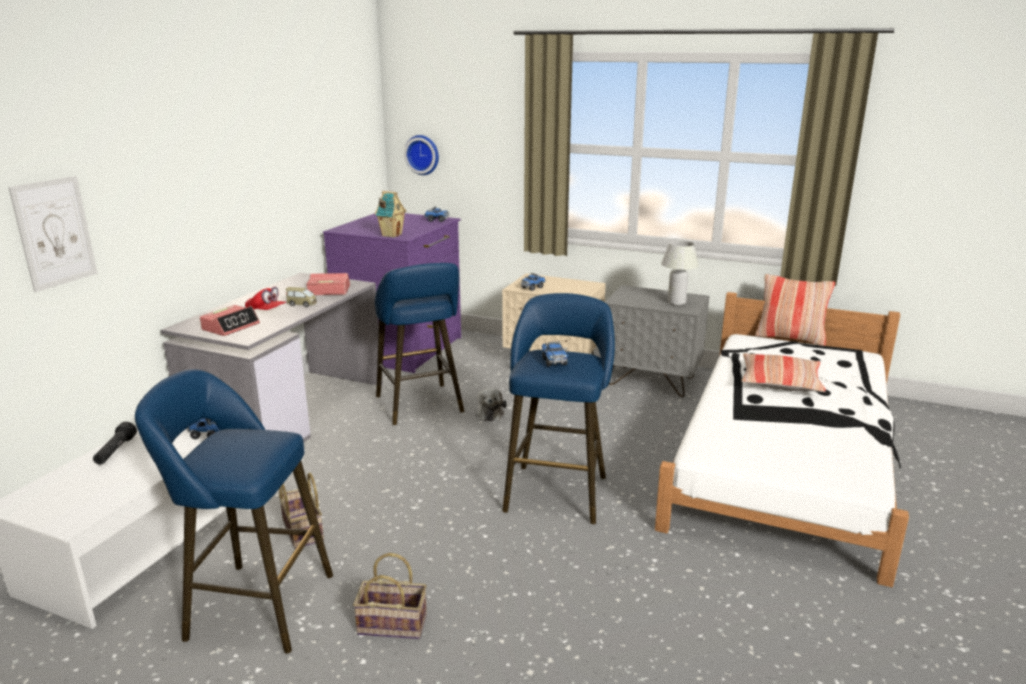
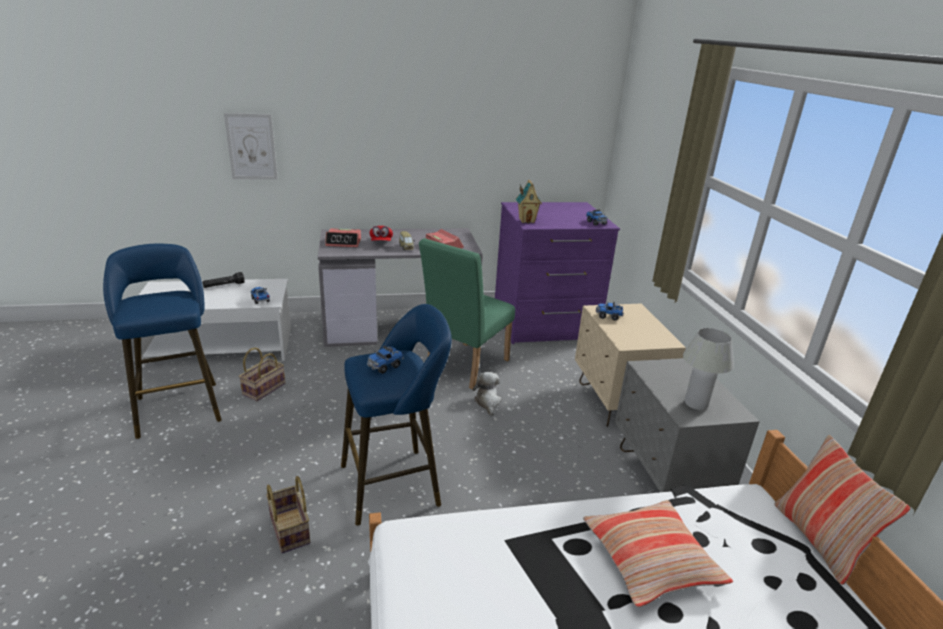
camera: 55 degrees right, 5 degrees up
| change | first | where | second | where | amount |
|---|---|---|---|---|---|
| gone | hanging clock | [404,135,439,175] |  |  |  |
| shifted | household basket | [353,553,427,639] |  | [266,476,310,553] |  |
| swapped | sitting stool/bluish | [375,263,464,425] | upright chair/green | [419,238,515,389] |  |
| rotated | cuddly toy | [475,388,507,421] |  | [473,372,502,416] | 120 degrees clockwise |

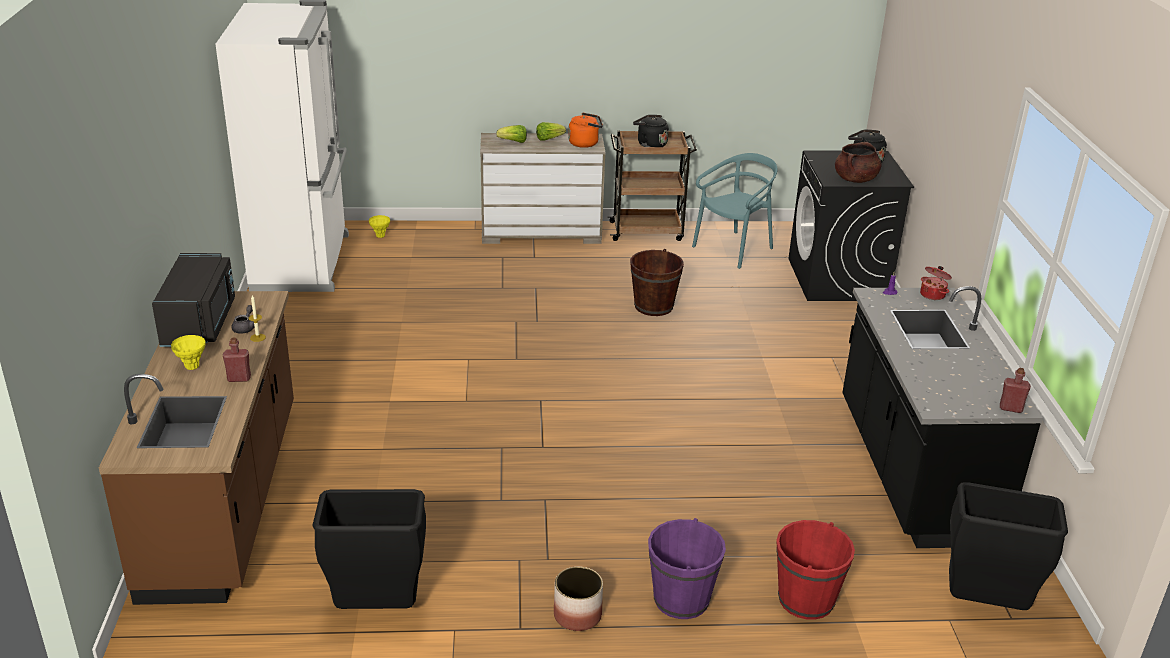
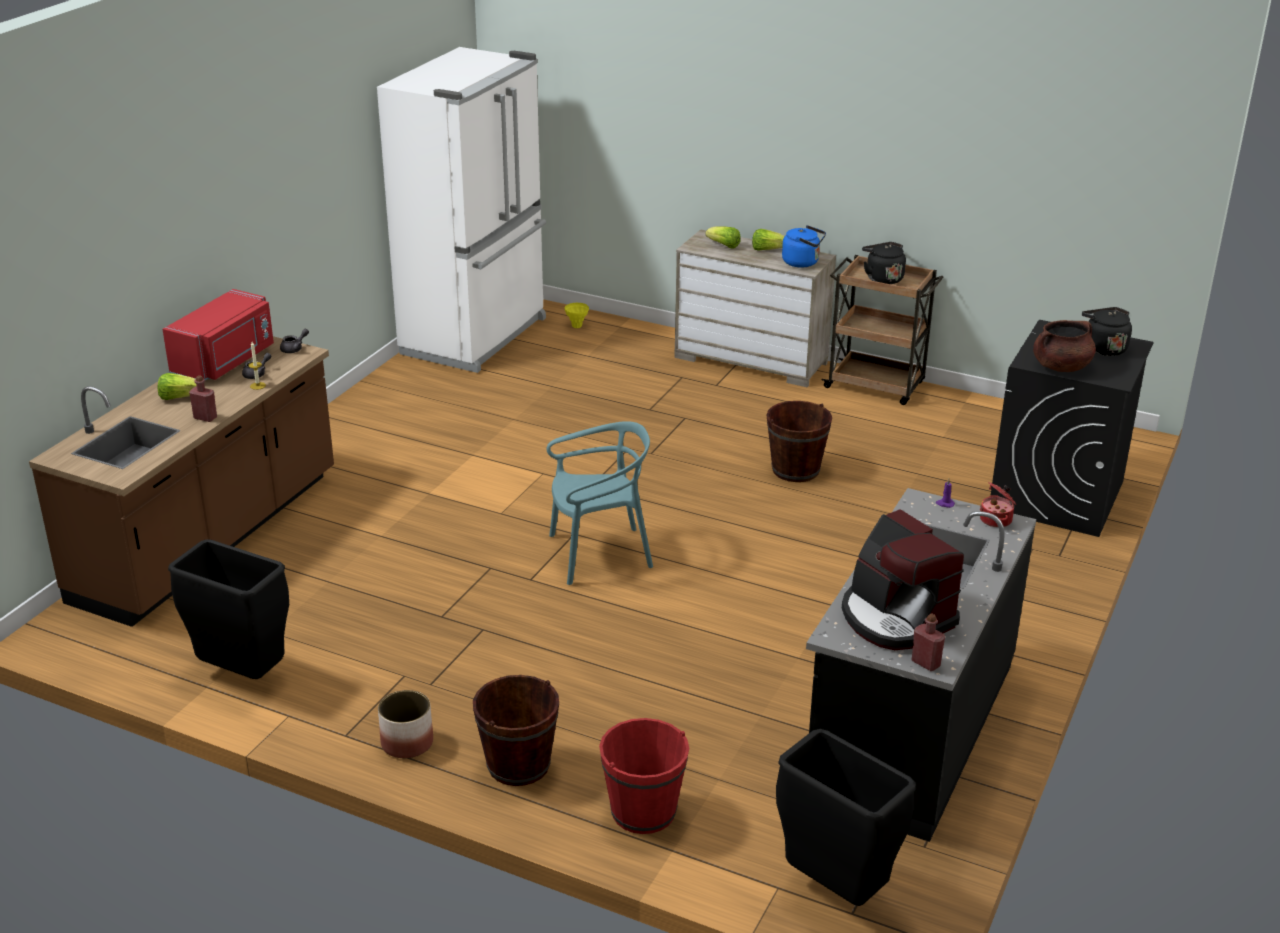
camera: 30 degrees right, 0 degrees up
| change | first | where | second | where | amount |
|---|---|---|---|---|---|
| new |  |  | tea pot/greyish | [280,329,309,353] |  |
| new |  |  | coffee machine | [842,509,964,650] |  |
| shifted | upright chair/turquoise | [692,153,778,269] |  | [547,421,653,585] |  |
| swapped | flower vase/yellowish | [171,335,206,370] | lettuce head | [158,373,197,400] |  |
| repainted | microwave/blackish | [152,253,235,347] | microwave/red-coloured | [162,289,274,380] |  |
| repainted | water kettle/orange | [568,113,603,148] | water kettle/bluish | [782,225,826,267] |  |
| repainted | water bucket/purple-coloured | [648,518,726,619] | water bucket/brown-coloured | [473,675,559,786] |  |

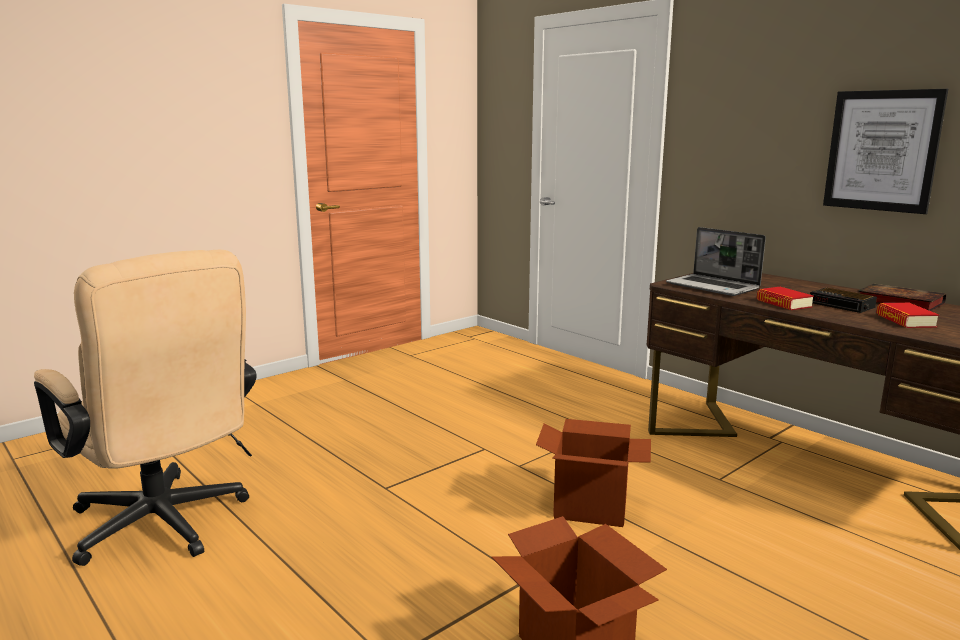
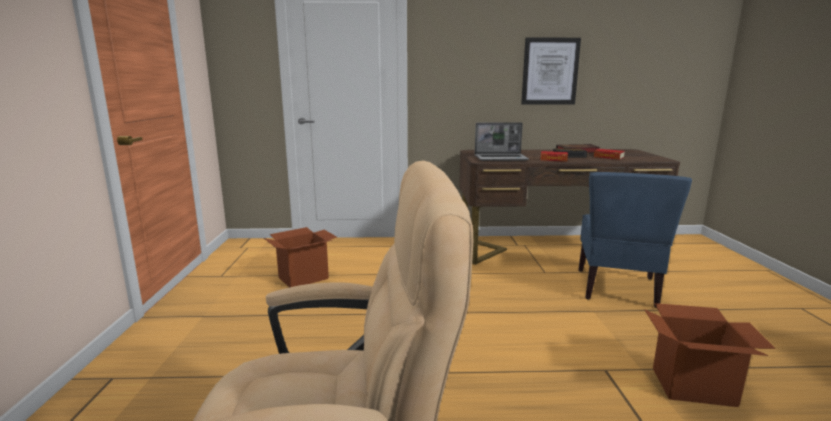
camera: 50 degrees left, 0 degrees up
| change | first | where | second | where | amount |
|---|---|---|---|---|---|
| new |  |  | upright chair/bluish | [578,172,692,308] |  |
| shifted | carton | [536,419,651,527] |  | [264,227,337,288] |  |

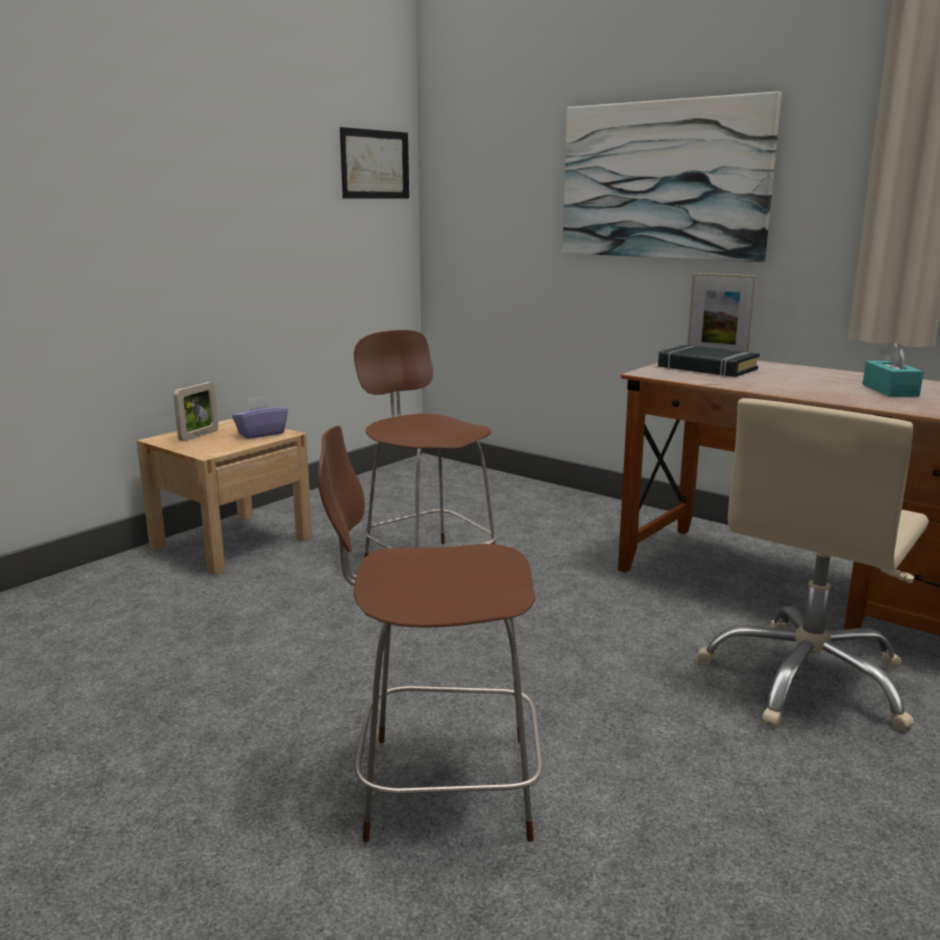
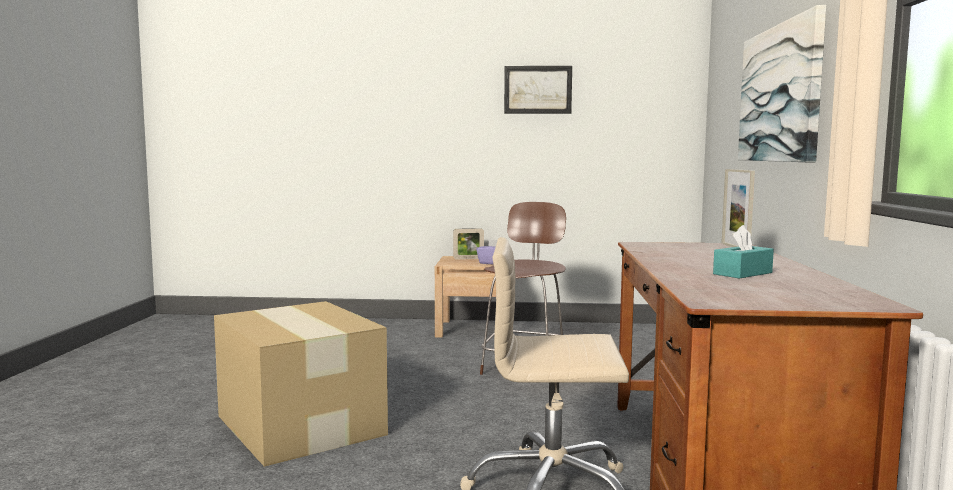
camera: 55 degrees right, 10 degrees down
| change | first | where | second | where | amount |
|---|---|---|---|---|---|
| gone | volume/blackish | [658,345,760,377] |  |  |  |
| shifted | wall picture | [340,127,409,199] |  | [504,66,572,114] |  |
| swapped | upright chair/brown-coloured | [318,426,543,842] | carton | [214,301,388,467] |  |

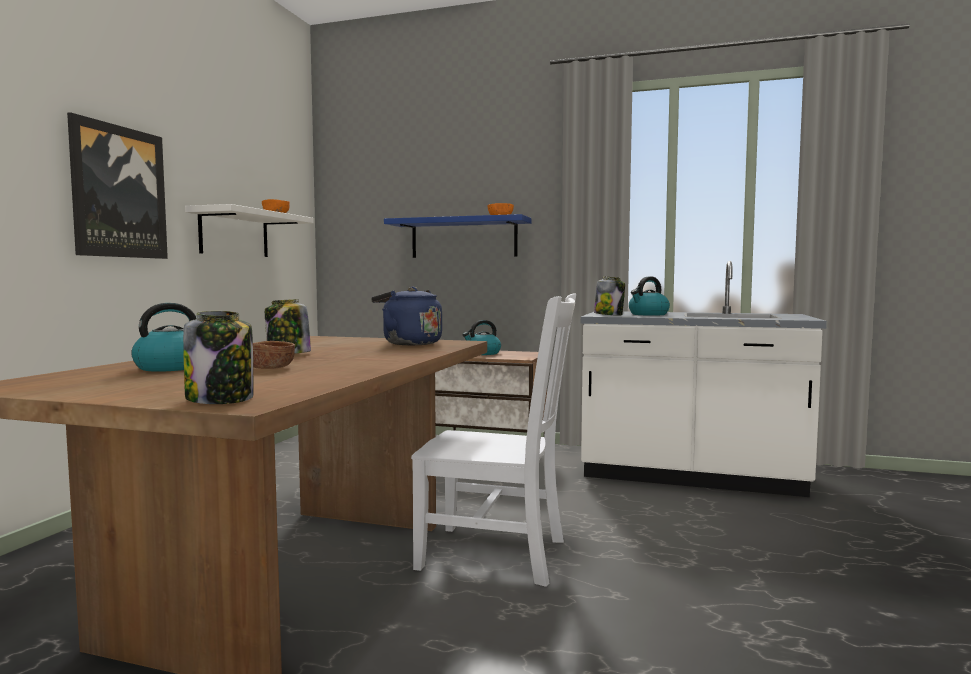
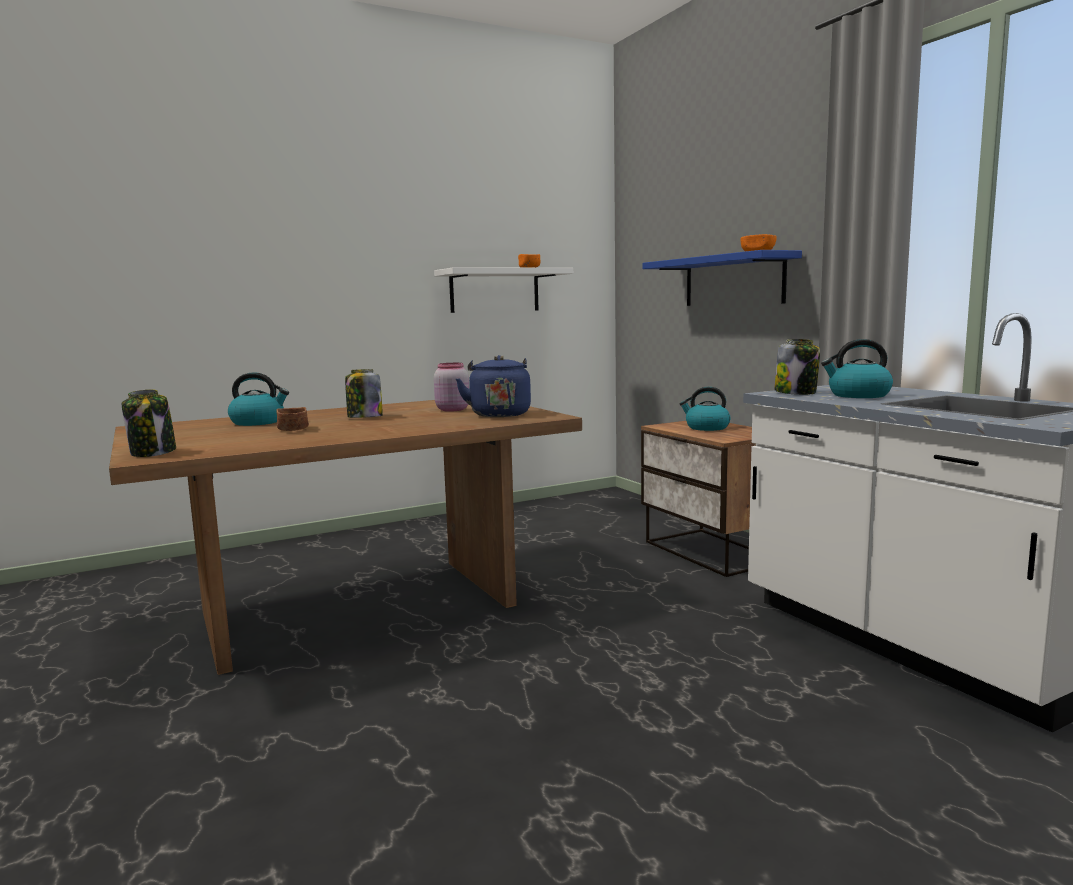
camera: 45 degrees right, 5 degrees up
| change | first | where | second | where | amount |
|---|---|---|---|---|---|
| gone | wall picture | [67,112,168,259] |  |  |  |
| gone | upright chair/white-coloured | [411,293,576,587] |  |  |  |
| new |  |  | preserve jar/pink | [434,363,469,412] |  |

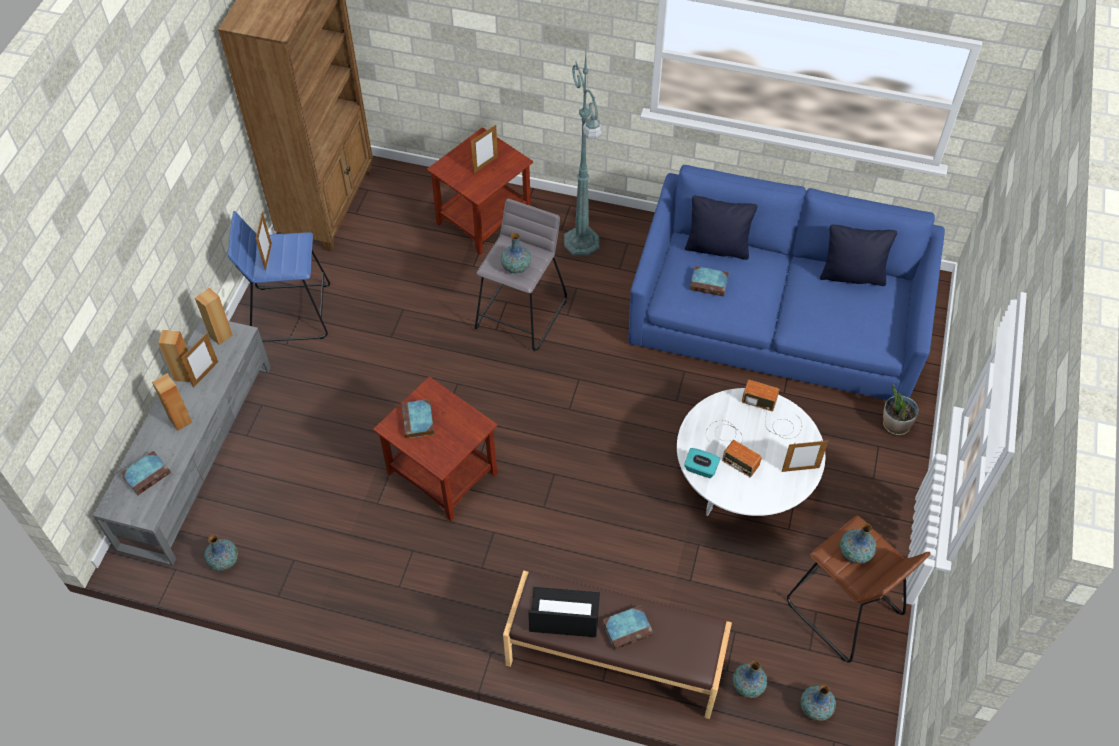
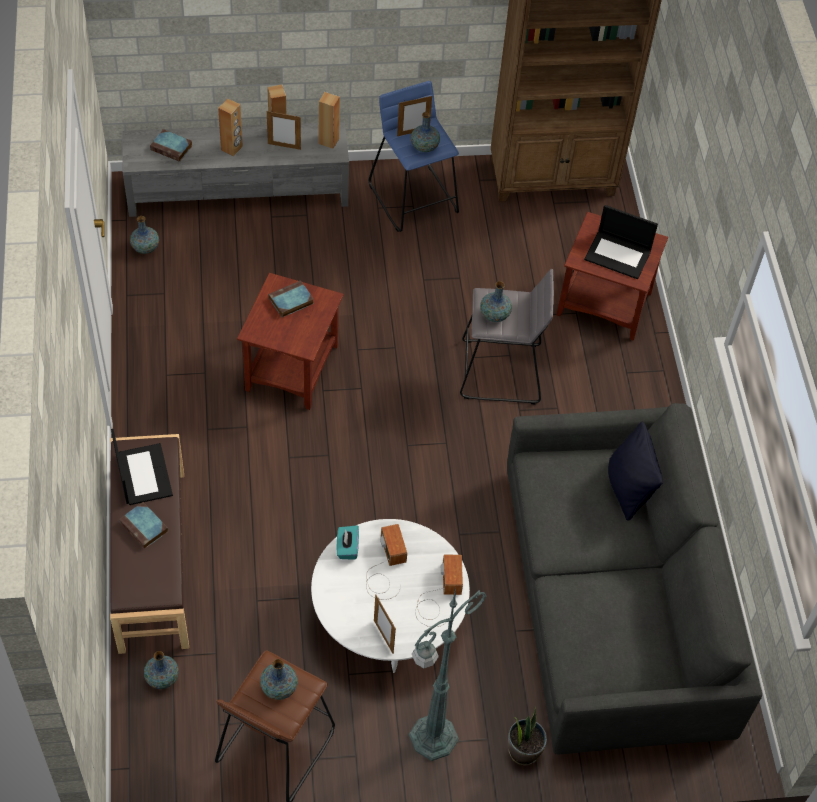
camera: 65 degrees right, 0 degrees up
| change | first | where | second | where | amount |
|---|---|---|---|---|---|
| gone | volume | [689,266,729,296] |  |  |  |
| gone | pillow/blackish | [820,225,897,286] |  |  |  |
| shifted | standard lamp/green | [564,53,602,256] |  | [409,588,486,761] |  |
| shifted | flower vase | [801,685,836,721] |  | [411,112,440,152] |  |
| swapped | photo frame | [471,125,498,174] | notebook computer | [584,205,658,279] |  |
| repainted | sofa/bluish | [628,165,945,400] | sofa/greyish | [507,403,762,754] |  |
| rotated | radio set | [706,420,762,477] |  | [366,524,407,600] | 150 degrees clockwise |

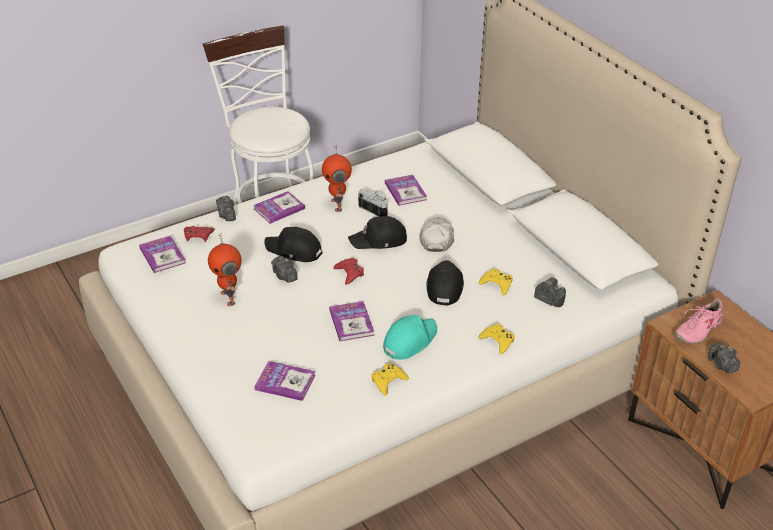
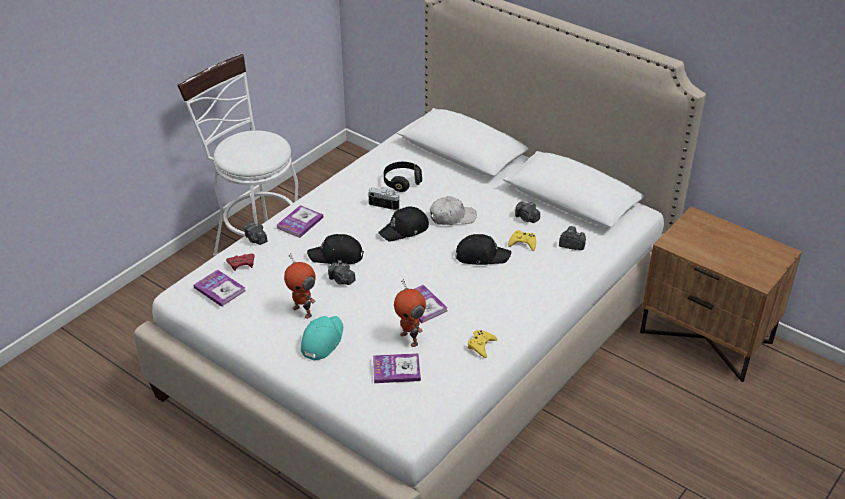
camera: 20 degrees left, 0 degrees up
| change | first | where | second | where | amount |
|---|---|---|---|---|---|
| gone | gamepad/red-coloured | [333,258,364,285] |  |  |  |
| gone | gamepad/yellowish | [478,324,515,354] |  |  |  |
| gone | item of footwear/pink | [674,298,728,344] |  |  |  |
| shifted | toy robot | [322,145,352,212] |  | [394,279,426,347] |  |
| shifted | peaked cap/turquoise | [383,315,437,360] |  | [301,316,343,361] |  |
| shifted | still camera | [708,342,740,373] |  | [515,201,540,223] |  |
| swapped | volume | [385,175,427,206] | headset/blackish | [384,162,422,192] |  |
| rotated | peaked cap/white-coloured | [419,217,454,252] |  | [430,196,477,225] | 90 degrees clockwise |
| rotated | peaked cap/blackish | [427,260,464,306] |  | [455,234,511,265] | 105 degrees clockwise |

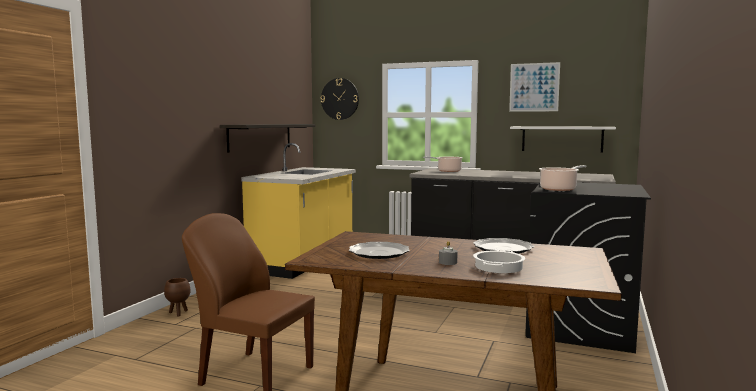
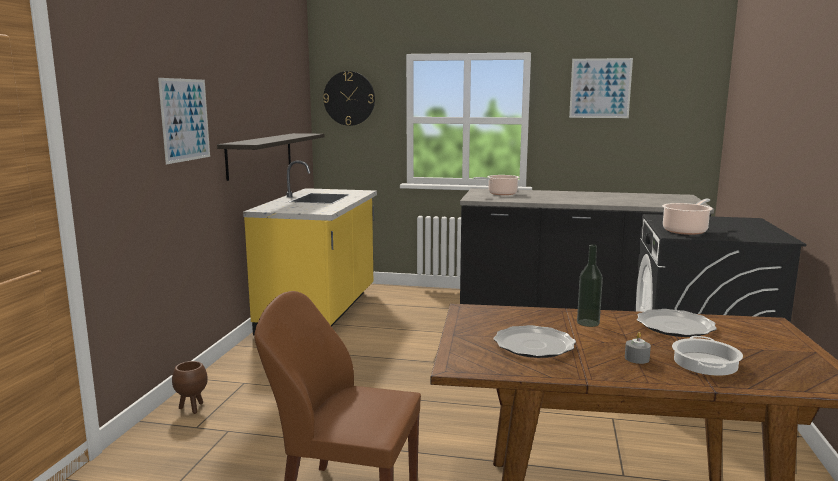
camera: 10 degrees left, 5 degrees up
| change | first | where | second | where | amount |
|---|---|---|---|---|---|
| gone | bracket shelf/white-coloured | [510,126,616,153] |  |  |  |
| new |  |  | wall picture | [158,78,210,164] |  |
| new |  |  | bottle | [577,244,603,327] |  |

